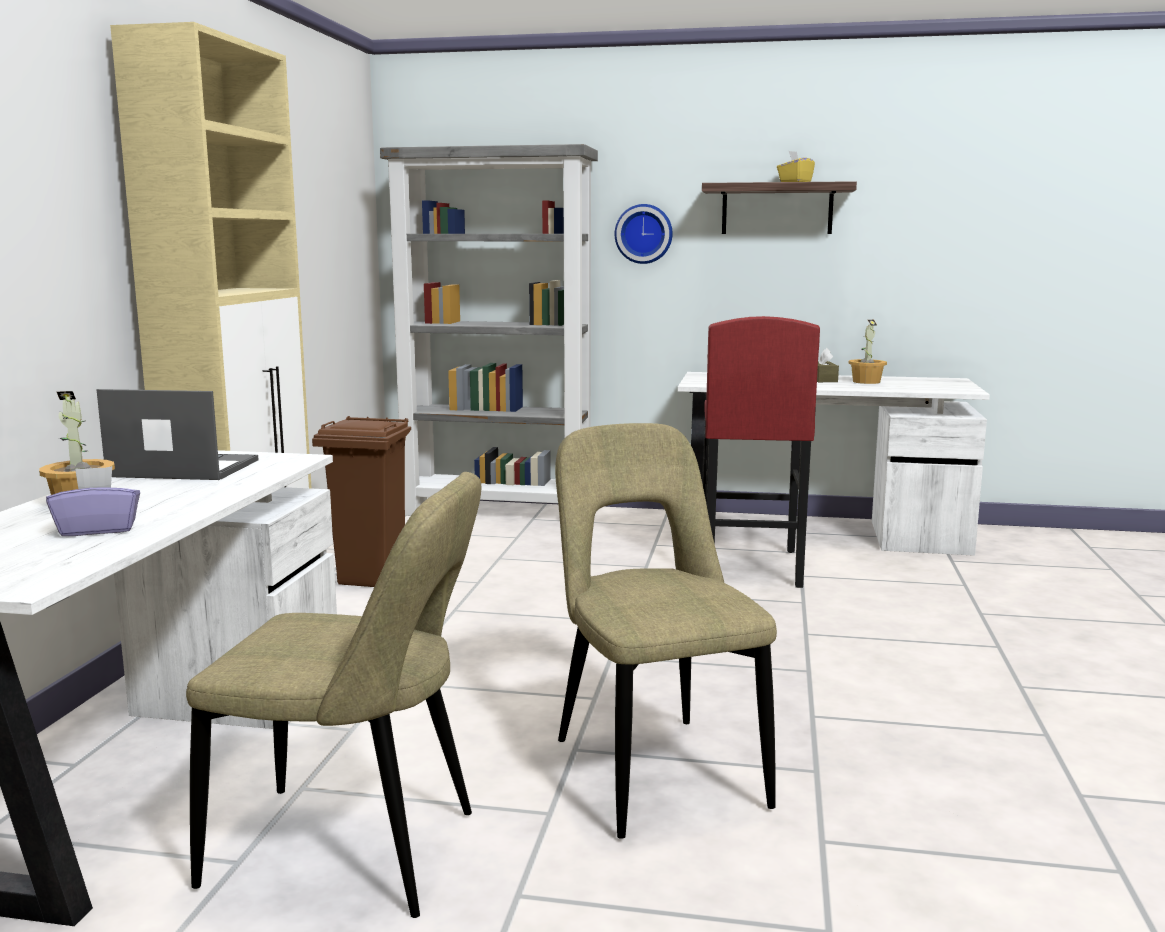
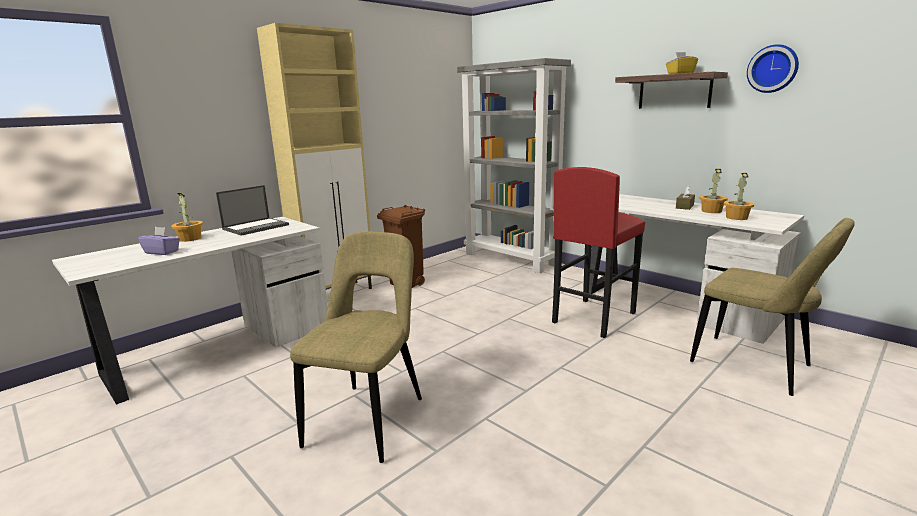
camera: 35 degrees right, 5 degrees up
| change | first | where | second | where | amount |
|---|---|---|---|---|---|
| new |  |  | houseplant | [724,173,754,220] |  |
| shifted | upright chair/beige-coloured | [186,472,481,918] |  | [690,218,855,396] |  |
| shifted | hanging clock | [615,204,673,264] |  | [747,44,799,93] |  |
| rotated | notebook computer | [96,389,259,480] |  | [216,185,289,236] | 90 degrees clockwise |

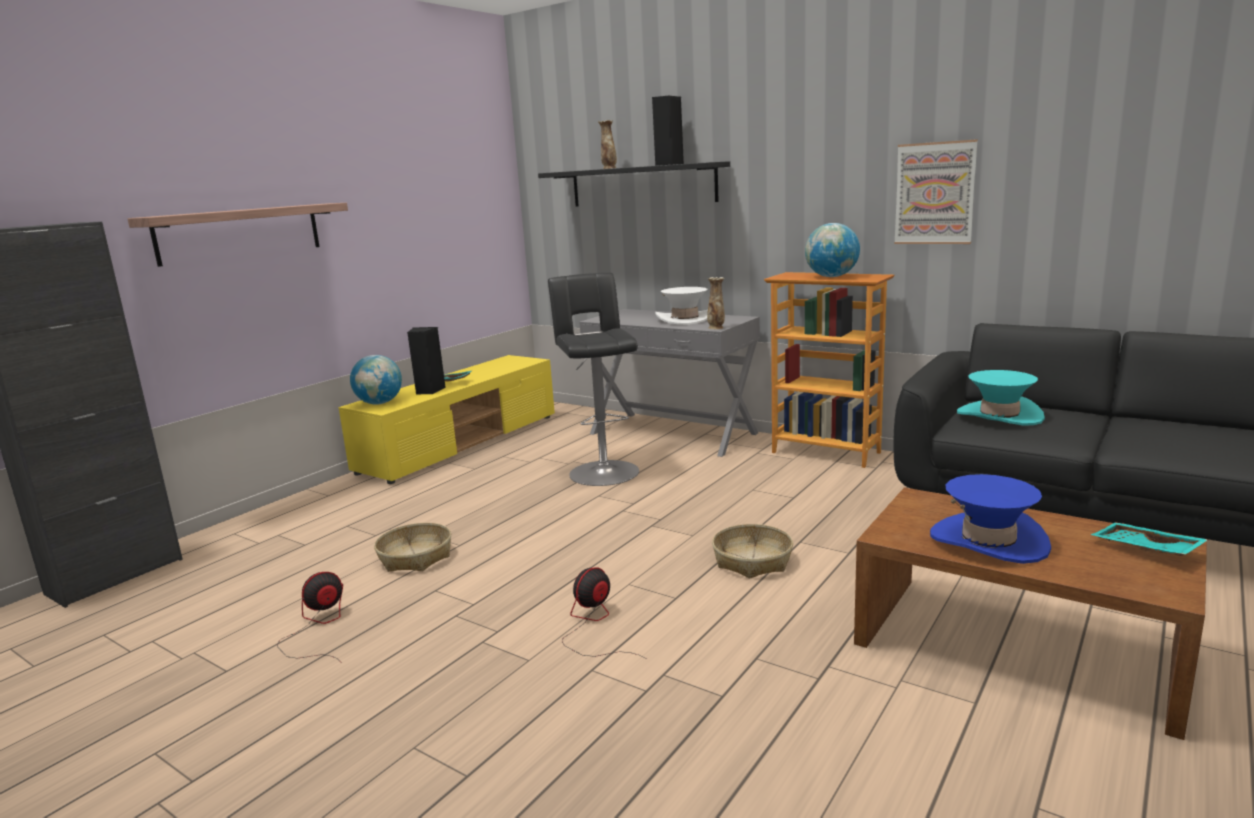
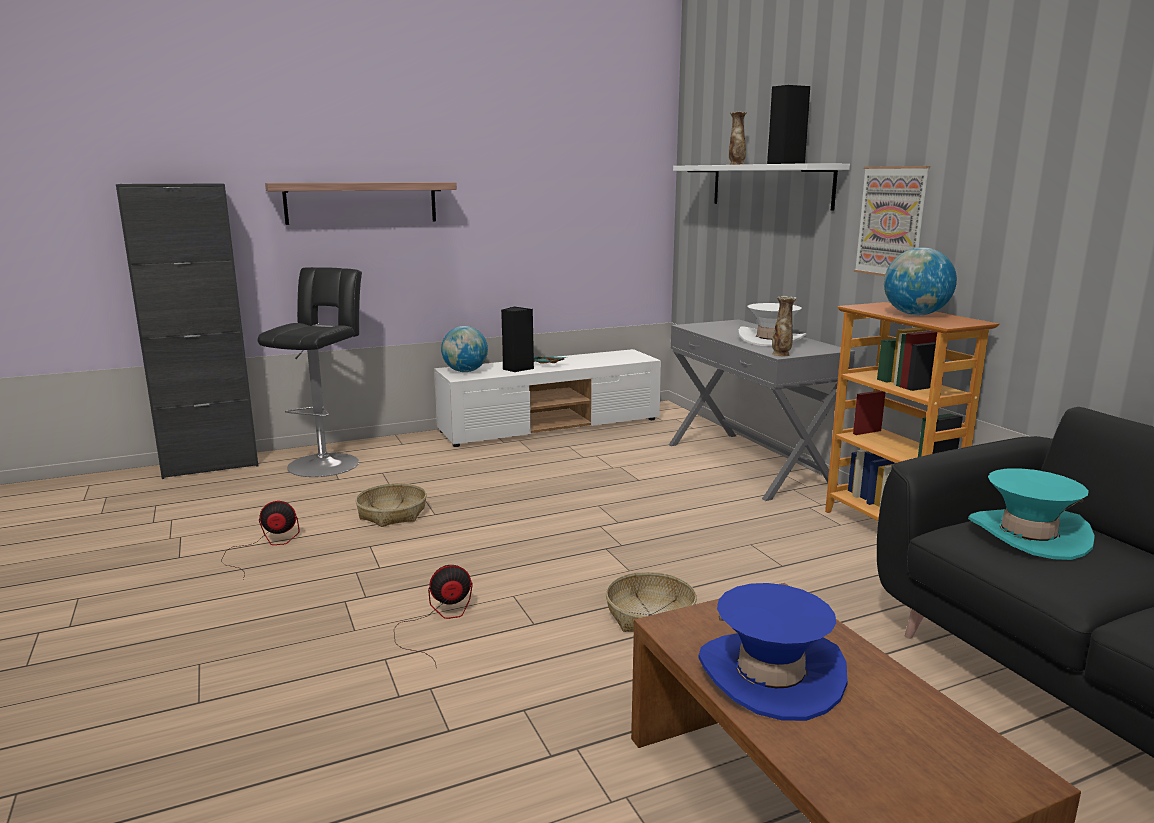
camera: 30 degrees right, 0 degrees up
| change | first | where | second | where | amount |
|---|---|---|---|---|---|
| gone | serving tray/turquoise | [1091,522,1208,556] |  |  |  |
| shifted | sitting stool/blackish | [548,273,639,486] |  | [258,267,362,477] |  |
| shifted | wall picture | [894,139,978,244] |  | [854,166,930,276] |  |
| repainted | tv unit/yellowish | [338,355,555,484] | tv unit/white-coloured | [434,349,661,447] |  |
| repainted | bracket shelf/blackish | [538,161,730,207] | bracket shelf/white-coloured | [673,163,850,211] |  |

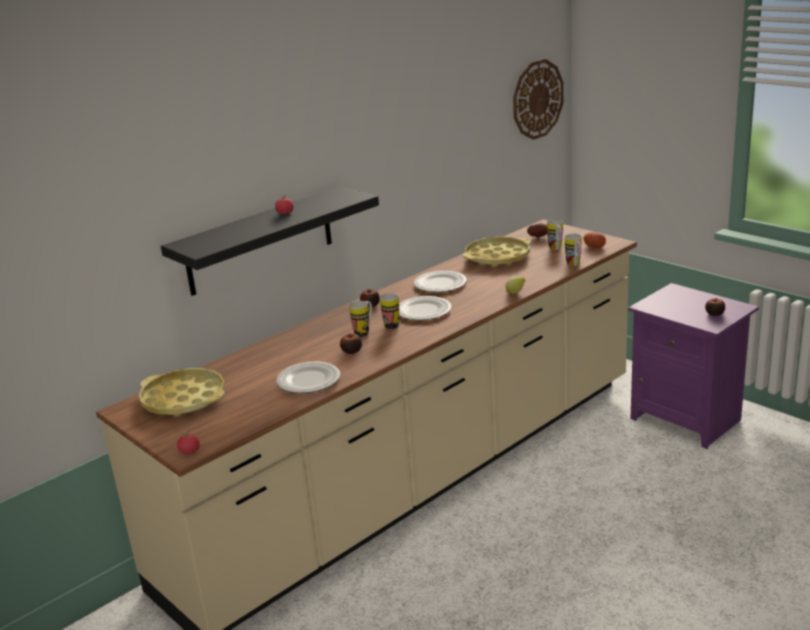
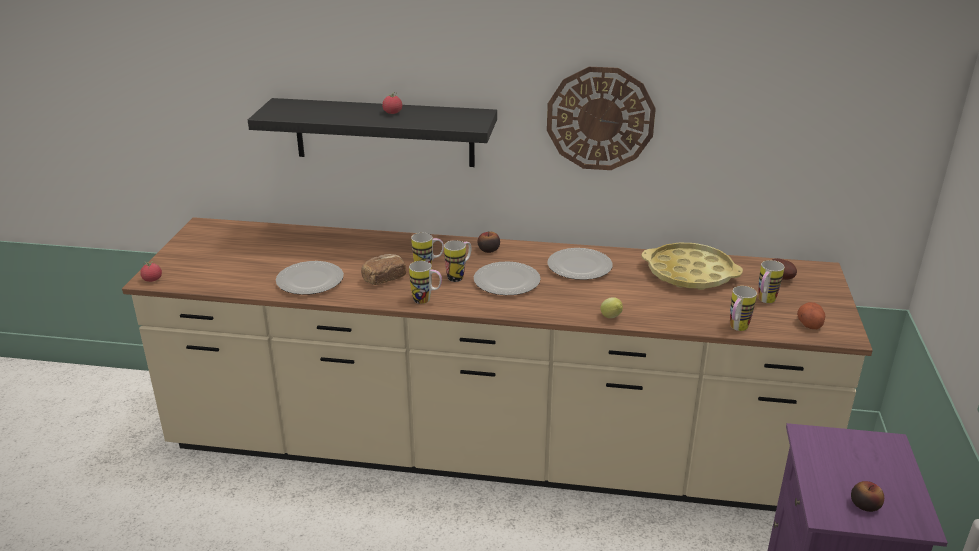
camera: 50 degrees right, 5 degrees up
| change | first | where | second | where | amount |
|---|---|---|---|---|---|
| gone | serving tray/yellowish | [139,368,225,416] |  |  |  |
| new |  |  | coffee mug | [409,261,442,304] |  |
| shifted | hanging clock | [513,59,564,140] |  | [547,67,656,170] |  |
| swapped | apple | [340,333,362,354] | baked bread | [361,254,406,285] |  |

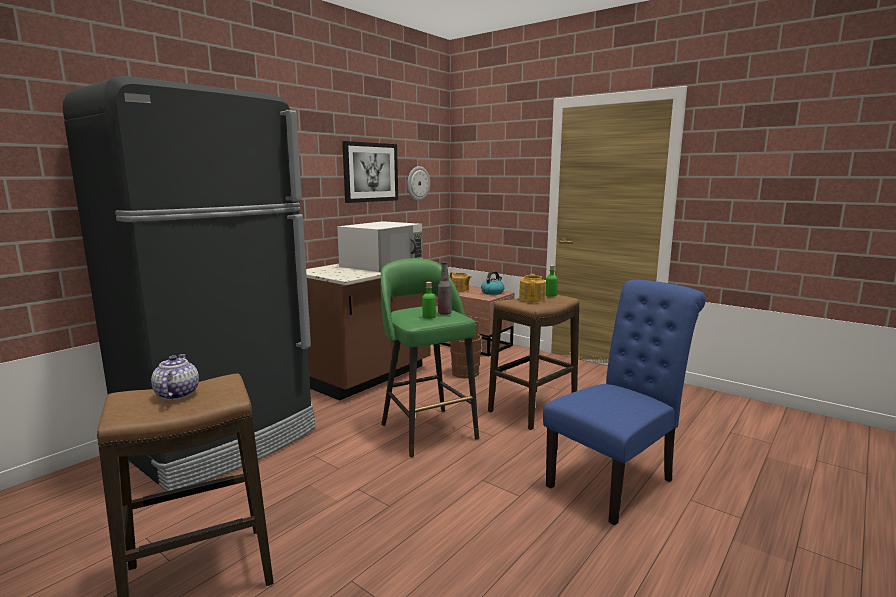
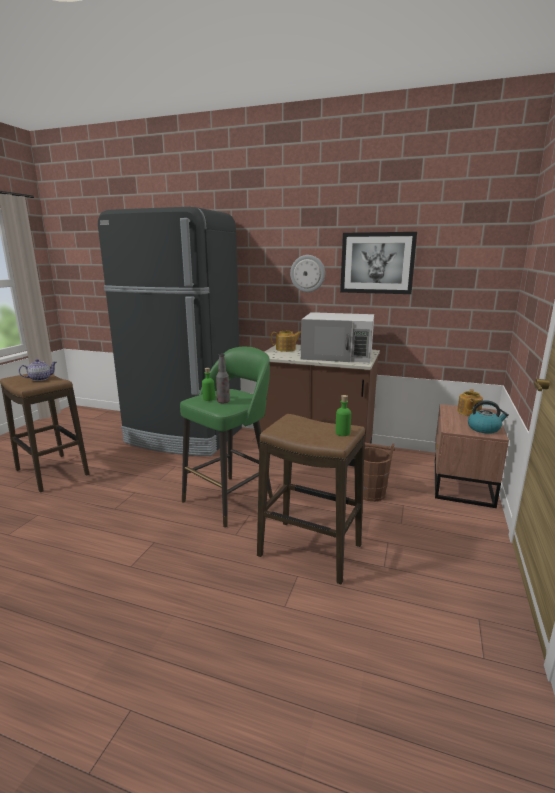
camera: 70 degrees right, 5 degrees up
| change | first | where | second | where | amount |
|---|---|---|---|---|---|
| gone | upright chair/bluish | [543,280,706,526] |  |  |  |
| shifted | hanging clock | [407,166,430,201] |  | [290,255,325,292] |  |
| shifted | tea pot | [519,274,546,302] |  | [271,331,301,352] |  |

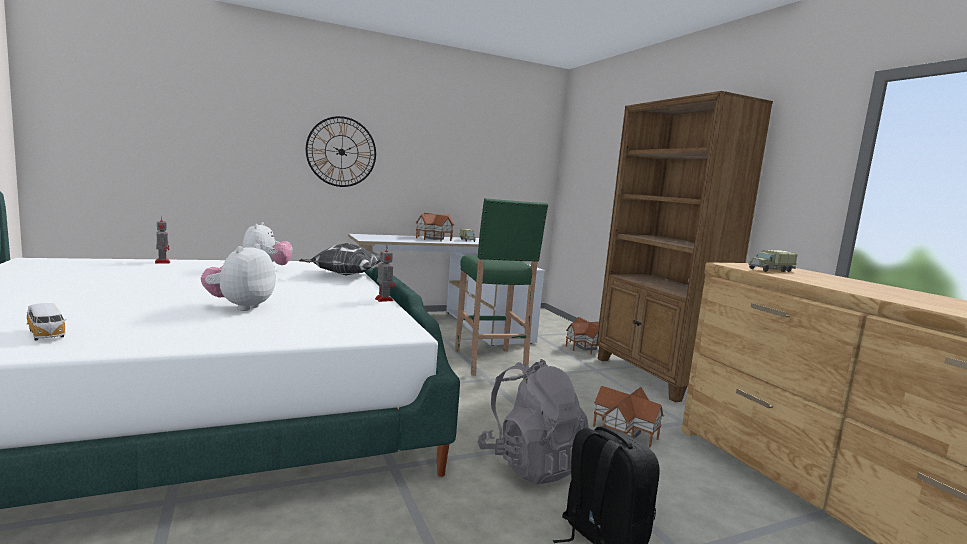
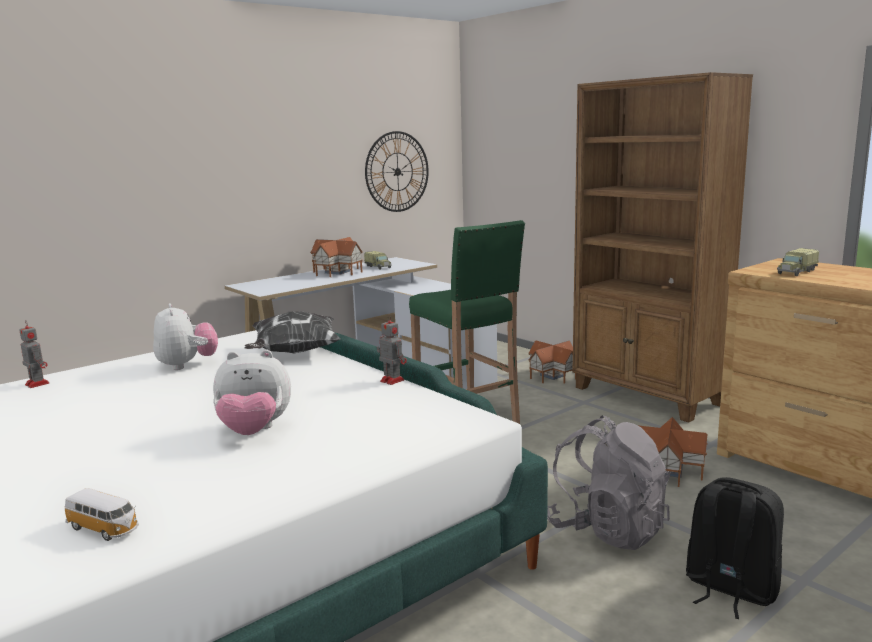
camera: 15 degrees left, 5 degrees up
| change | first | where | second | where | amount |
|---|---|---|---|---|---|
| shifted | hanging clock | [306,116,376,187] |  | [365,131,429,212] |  |
| rotated | cuddly toy | [201,244,276,311] |  | [213,350,291,435] | 90 degrees counterclockwise |

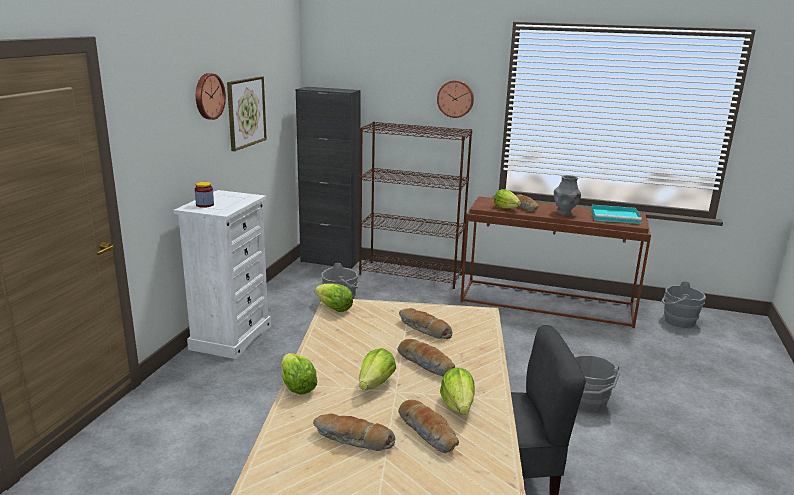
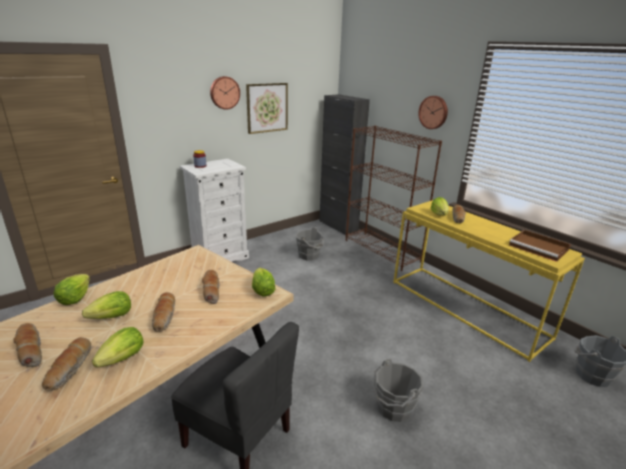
camera: 35 degrees right, 5 degrees up
| change | first | where | second | where | amount |
|---|---|---|---|---|---|
| gone | flower vase/greyish | [554,175,581,216] |  |  |  |
| shifted | lettuce head | [314,284,353,312] |  | [252,268,276,297] |  |
| repainted | narrow table/brown-coloured | [460,197,651,328] | narrow table/yellowish | [393,200,585,362] |  |
| repainted | serving tray/turquoise | [591,205,642,224] | serving tray/brown-coloured | [509,230,571,262] |  |

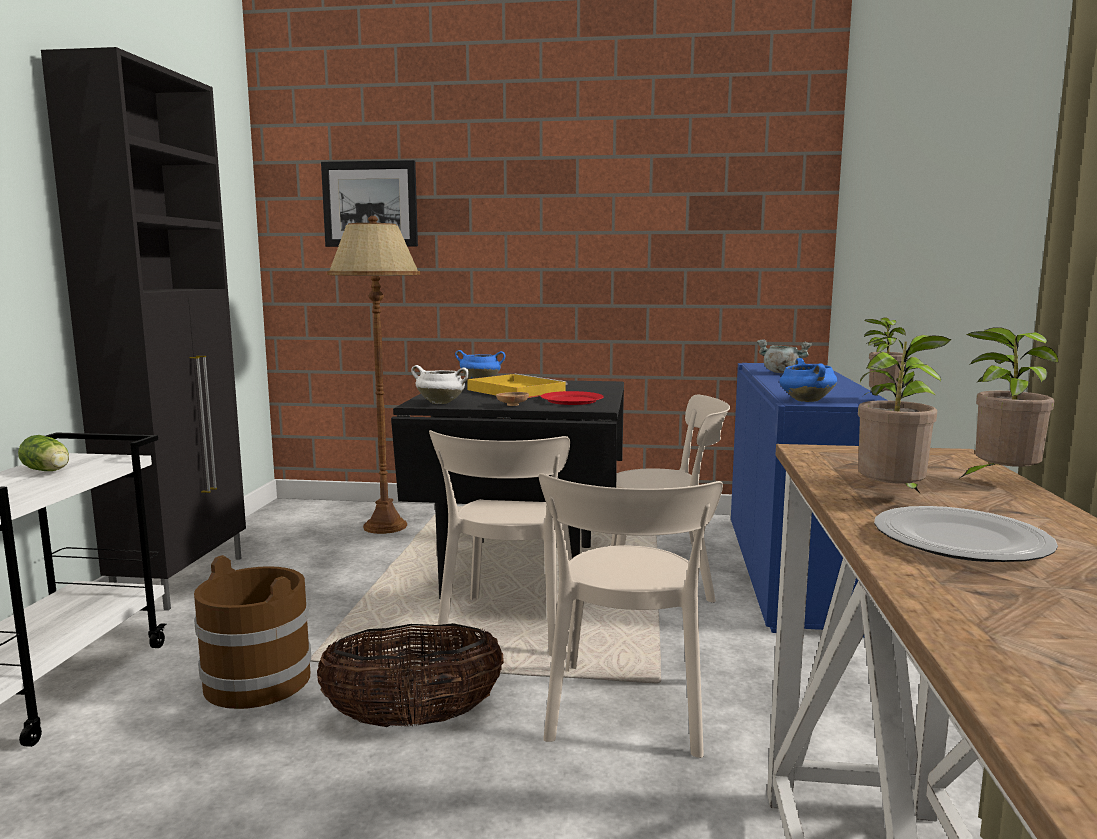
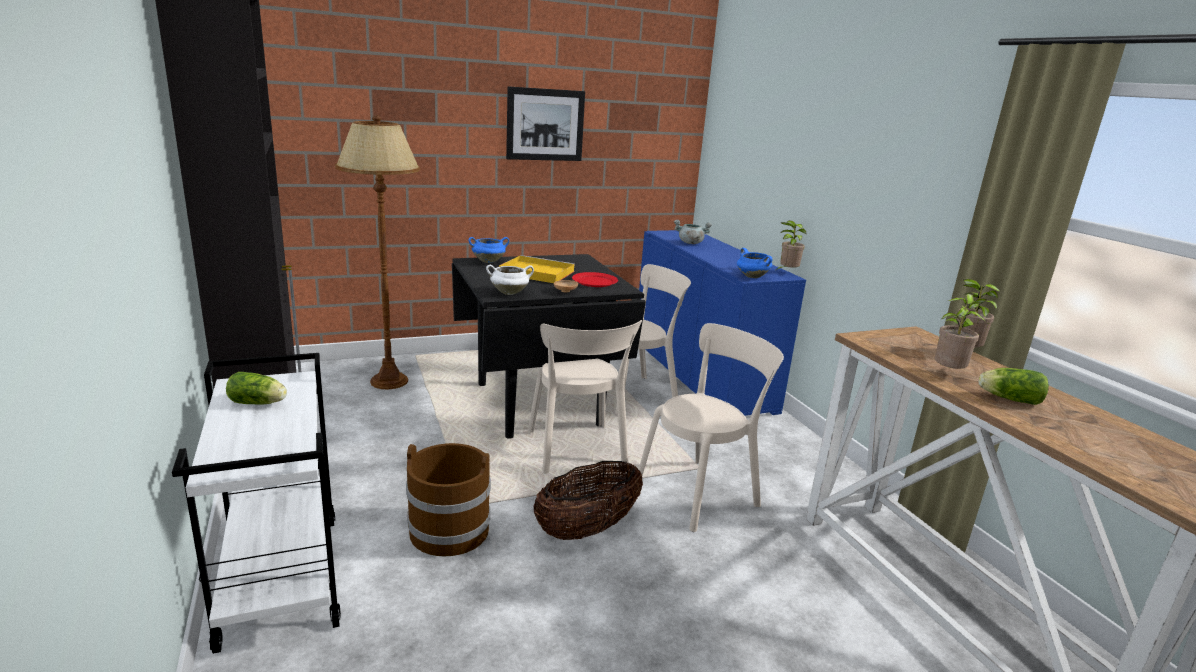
camera: 30 degrees left, 10 degrees up
| change | first | where | second | where | amount |
|---|---|---|---|---|---|
| shifted | wall picture | [321,160,418,247] |  | [506,86,585,161] |  |
| swapped | plate | [874,506,1058,562] | lettuce head | [978,368,1049,405] |  |
| rotated | upright chair/beige-coloured | [539,473,723,758] |  | [639,323,784,532] | 105 degrees counterclockwise |

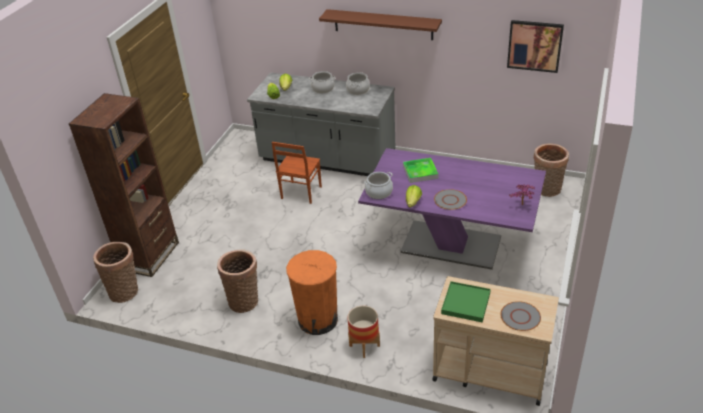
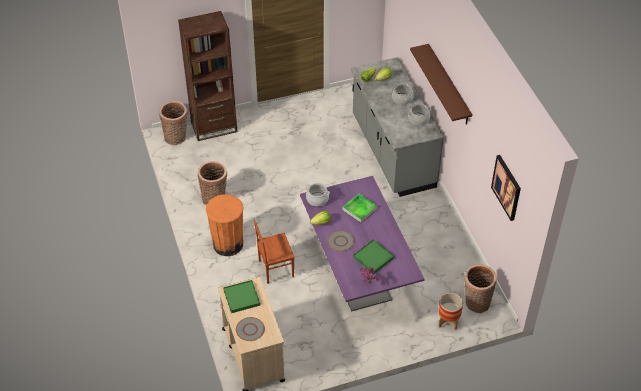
camera: 50 degrees right, 10 degrees up
| change | first | where | second | where | amount |
|---|---|---|---|---|---|
| new |  |  | serving tray/green | [353,239,394,274] |  |
| shifted | upright chair/brown-coloured | [272,142,322,204] |  | [254,219,294,284] |  |
| shifted | flower pot | [348,306,380,358] |  | [438,293,463,330] |  |

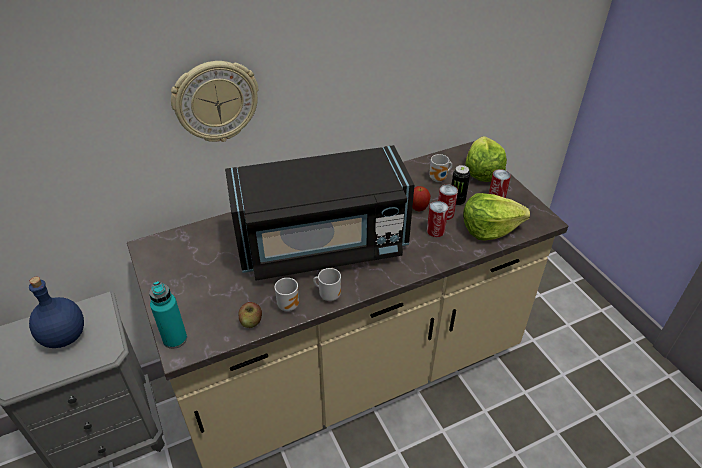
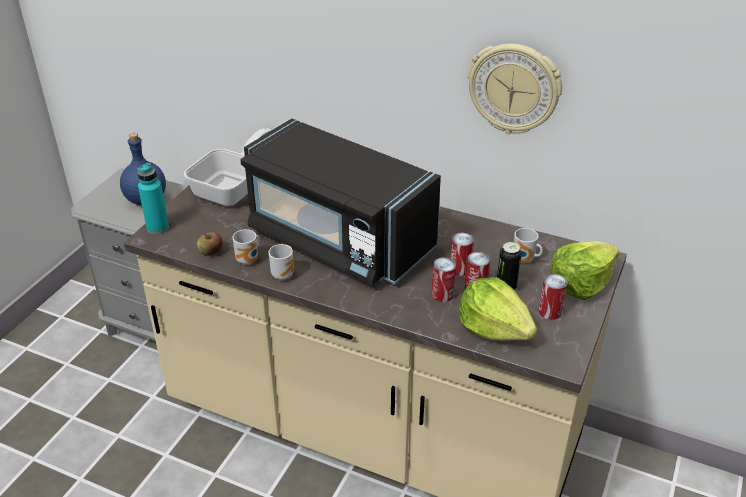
camera: 50 degrees right, 5 degrees down
| change | first | where | second | where | amount |
|---|---|---|---|---|---|
| new |  |  | frying pan | [184,128,272,206] |  |
| shifted | hanging clock | [171,61,258,142] |  | [468,43,562,134] |  |
| swapped | apple | [412,186,431,211] | metal can | [450,233,474,276] |  |

